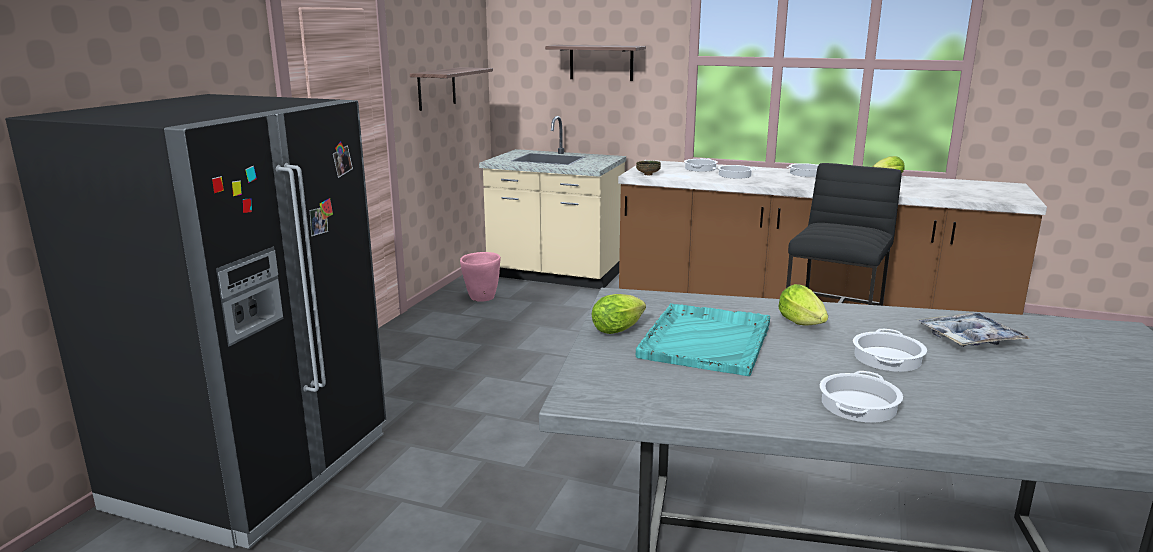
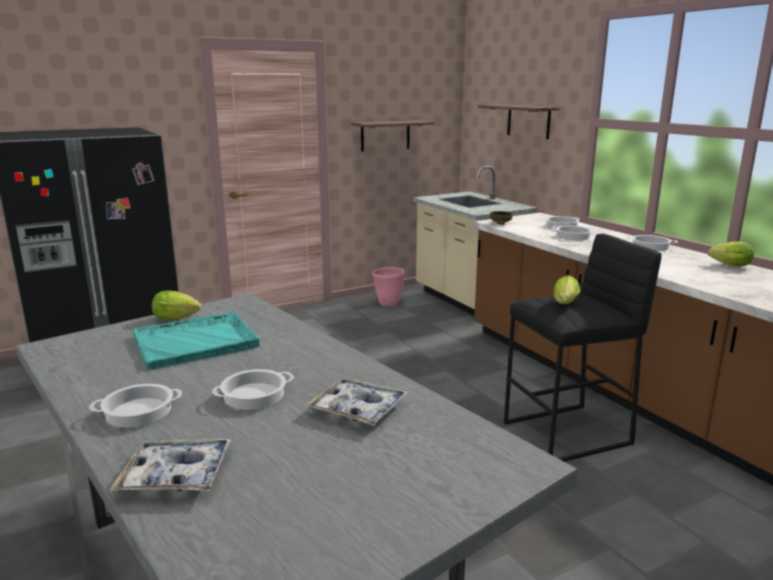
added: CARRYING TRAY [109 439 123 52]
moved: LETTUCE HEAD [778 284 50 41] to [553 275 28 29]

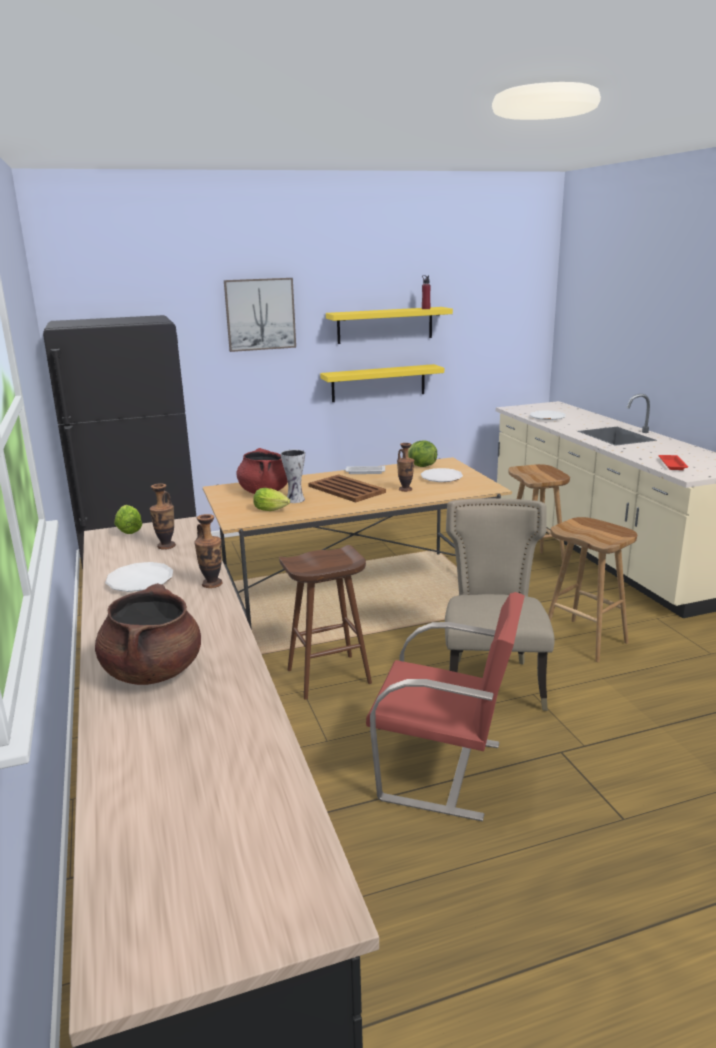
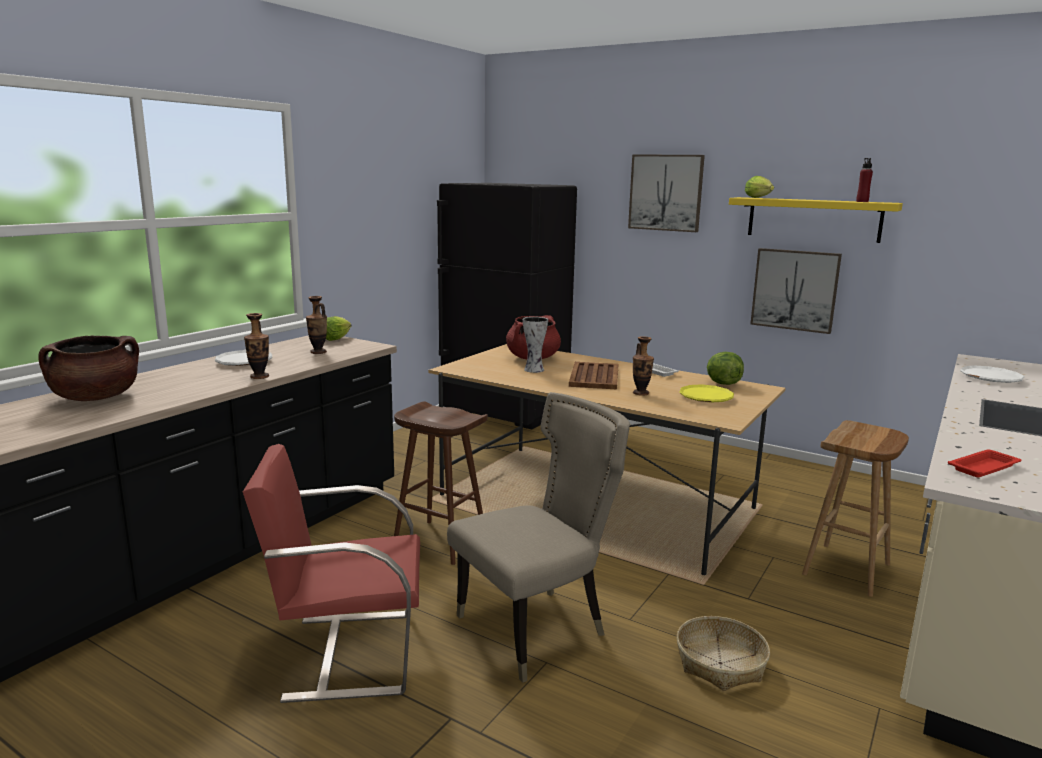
moved: LETTUCE HEAD [253 488 37 23] to [745 176 29 22]
replaced: YELLOWISH WALL SHELF [320 364 124 38] to PICTURE [750 248 92 86]; BROWNISH STOOL SEAT [548 517 89 145] to HOUSEHOLD BASKET [676 616 94 75]
recoloured: WHITE FLAT DISH [421 468 42 14] to YELLOWISH FLAT DISH [679 384 55 18]
turned: REDDISH UPRIGHT CHAIR [366 592 159 229] = [243 444 177 259] 105 degrees clockwise

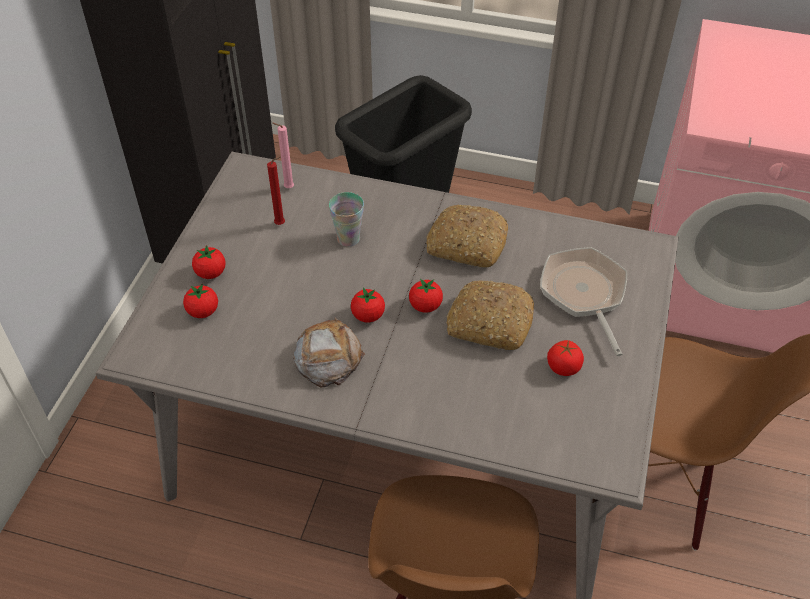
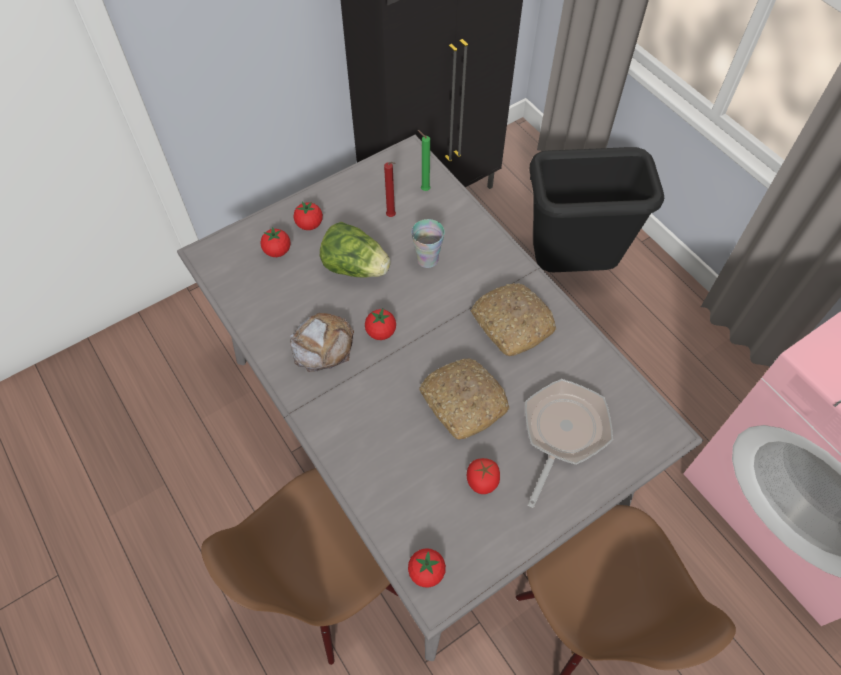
added: LETTUCE HEAD [320 222 71 55]
moved: FRESH TOMATO [409 279 34 34] to [408 548 38 40]
recoloured: PINK-COLOURED WAX CANDLE [272 123 22 65] to GREENISH WAX CANDLE [418 130 12 61]

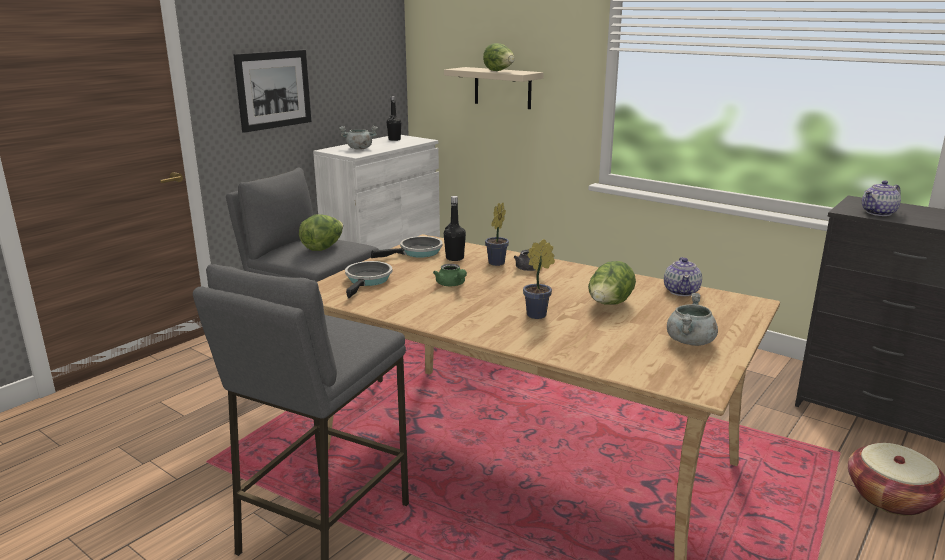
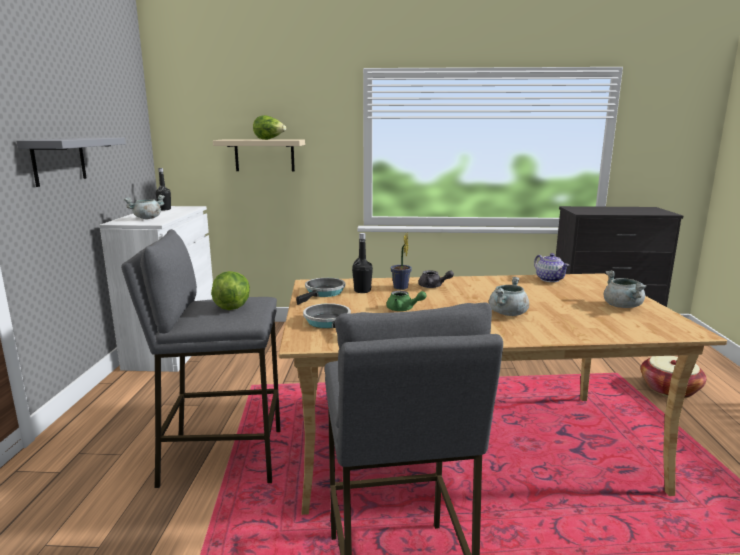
removed: LETTUCE HEAD [588 261 48 44]; POT FOR TEA [862 180 39 36]
replaced: PICTURE [233 50 79 83] to GREY WALL SHELF [16 138 110 49]; PLANT IN A POT [523 239 32 80] to GREY STOCKPOT [489 277 40 39]

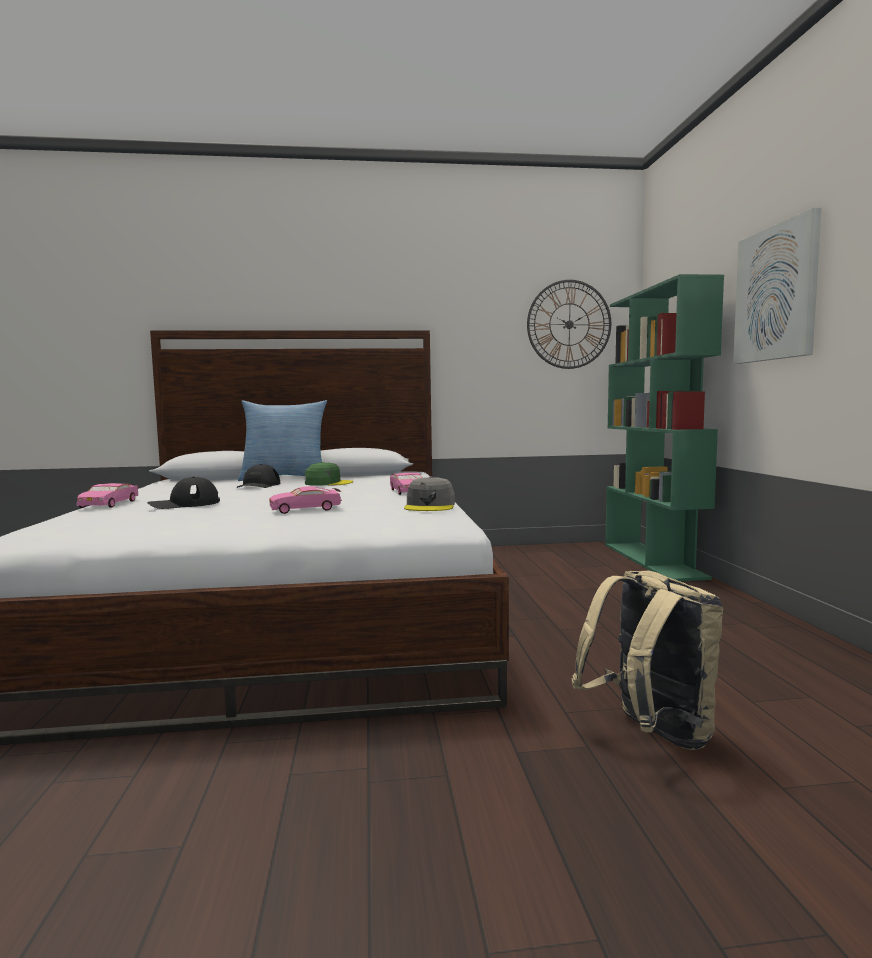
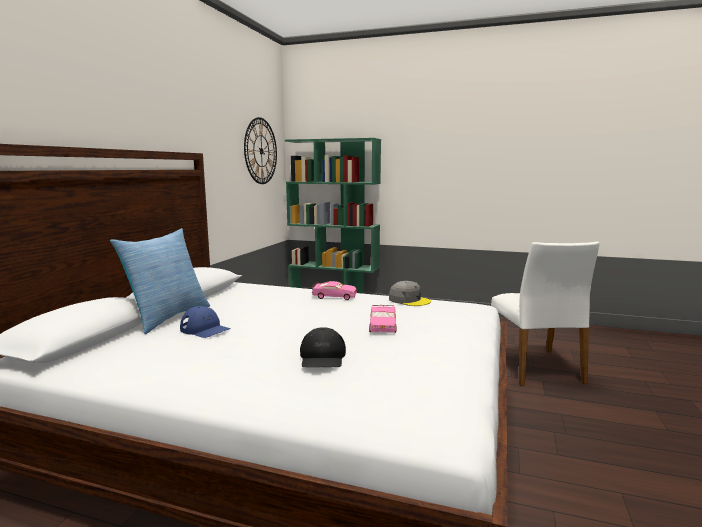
removed: PINK-COLOURED TOY CAR [77 483 61 25]; GREENISH BASEBALL CAP [305 462 48 24]; PICTURE [733 208 88 156]
replaced: BEIGE-COLOURED RUCKSACK [571 570 152 180] to WHITE UPRIGHT CHAIR [491 241 109 145]
recoloured: BLACK-COLOURED BASEBALL CAP [236 464 44 24] to BLUISH BASEBALL CAP [180 306 51 32]

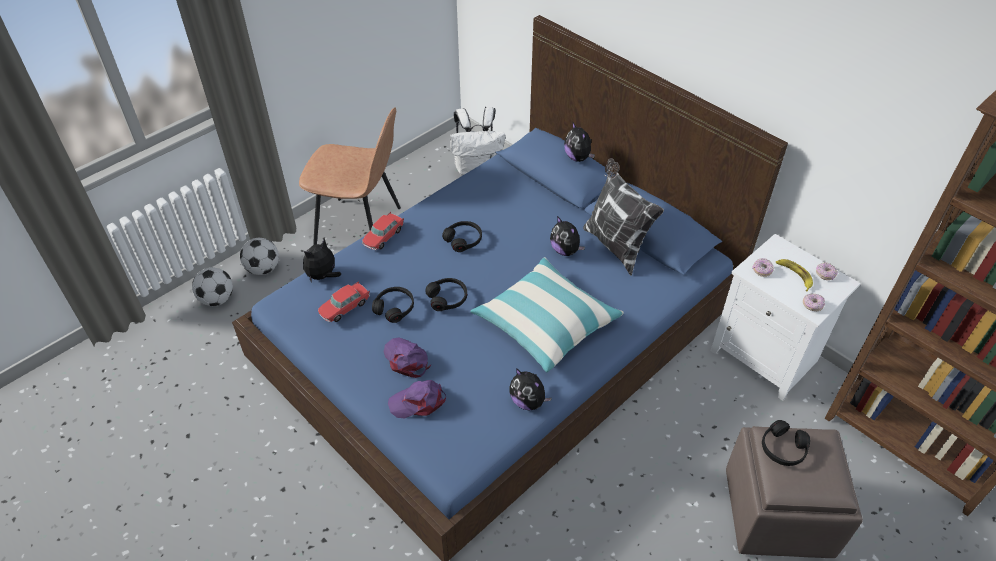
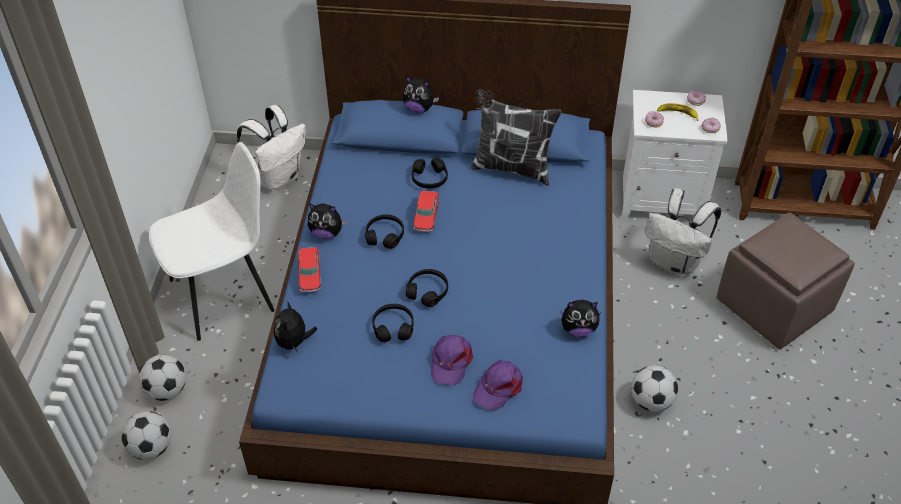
removed: PILLOW [470 257 154 116]
added: BALL FOR FOOTBALL [631 365 47 47]; WHITE RUCKSACK [645 188 76 89]
moved: TOY CAR [318 281 52 41] to [413 191 26 41]; SOFT TOY [550 216 35 40] to [308 203 39 36]; BLACK-COLOURED PAIR OF HEADPHONES [762 420 48 46] to [412 158 36 31]
recoloured: BROWNISH UPRIGHT CHAIR [299 107 102 138] to WHITE UPRIGHT CHAIR [149 142 126 199]
turned: PURPLE BASEBALL CAP [384 337 47 41] = [431 335 42 50] 90 degrees counterclockwise

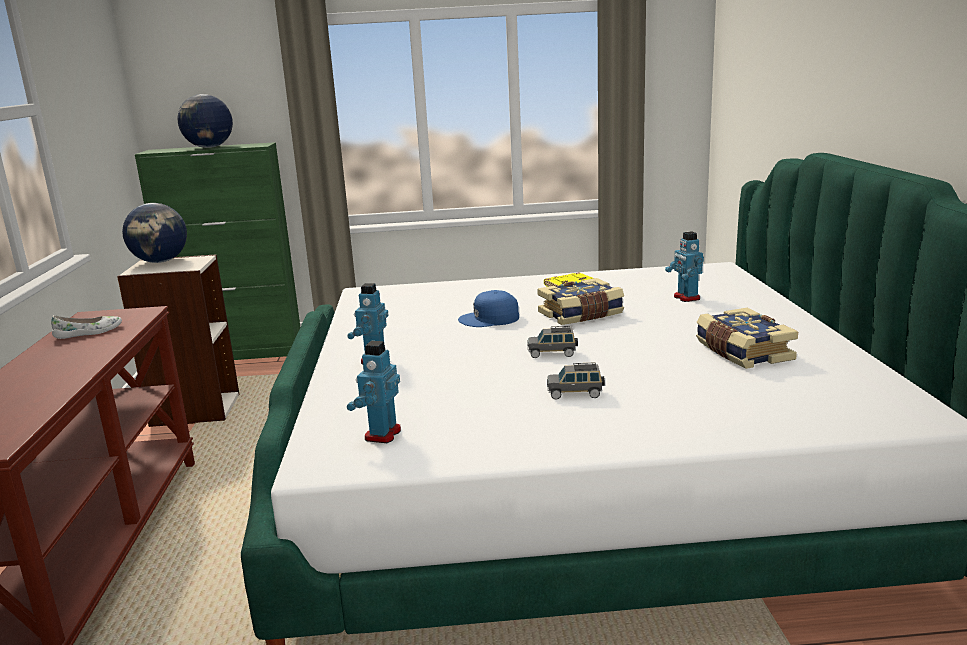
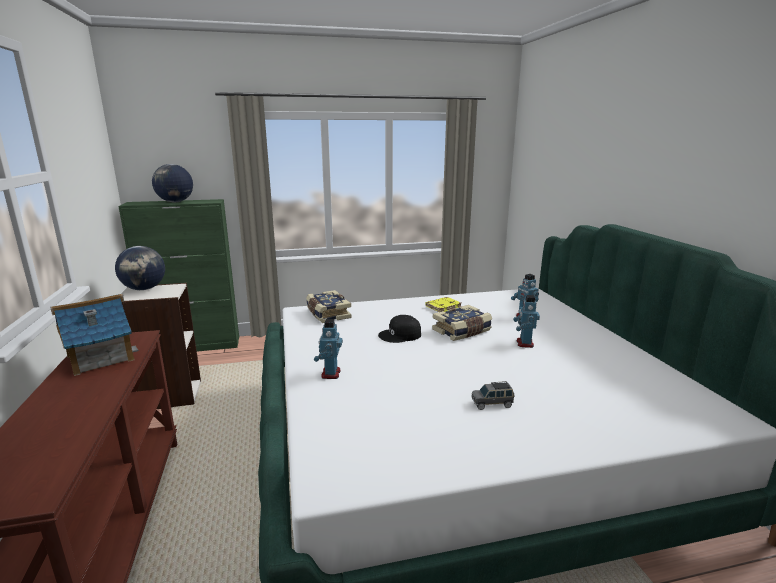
removed: GREY TOY CAR [527 326 51 32]
moved: TOY ROBOT [347 341 54 102] to [513 295 27 53]; VOLUME [696 308 102 61] to [306 290 46 33]
replaced: WHITE SHOE [51 315 71 24] to TOY HOUSE [50 294 89 82]
recoloured: BLUISH BASEBALL CAP [458 290 61 37] to BLACK-COLOURED BASEBALL CAP [378 315 43 28]

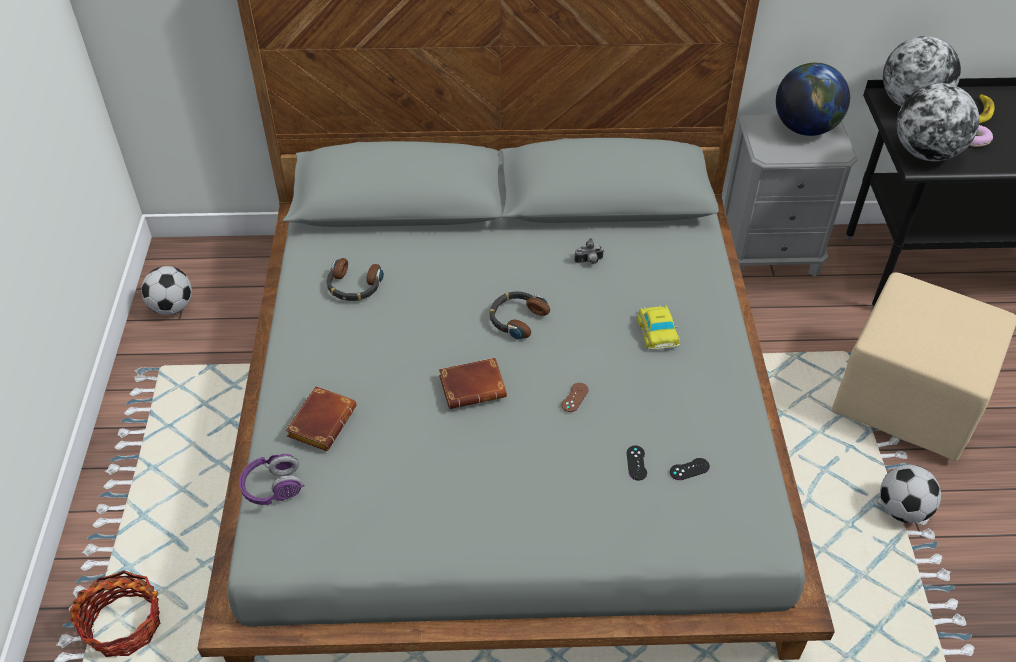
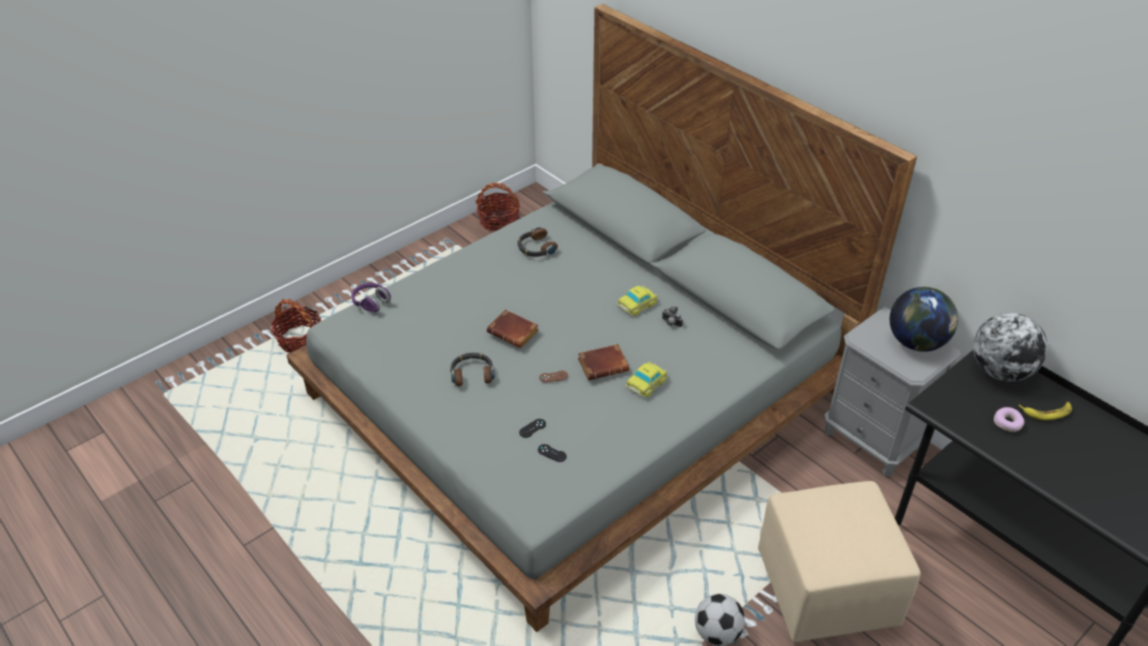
removed: GLOBE [897 83 82 78]
added: TOY CAR [617 286 41 30]
moved: BROWNISH VOLUME [286 386 71 65] to [578 344 51 37]; PAIR OF HEADPHONES [489 291 61 48] to [450 353 45 33]
replaced: BALL FOR FOOTBALL [141 266 51 49] to HOUSEHOLD BASKET [475 183 45 49]

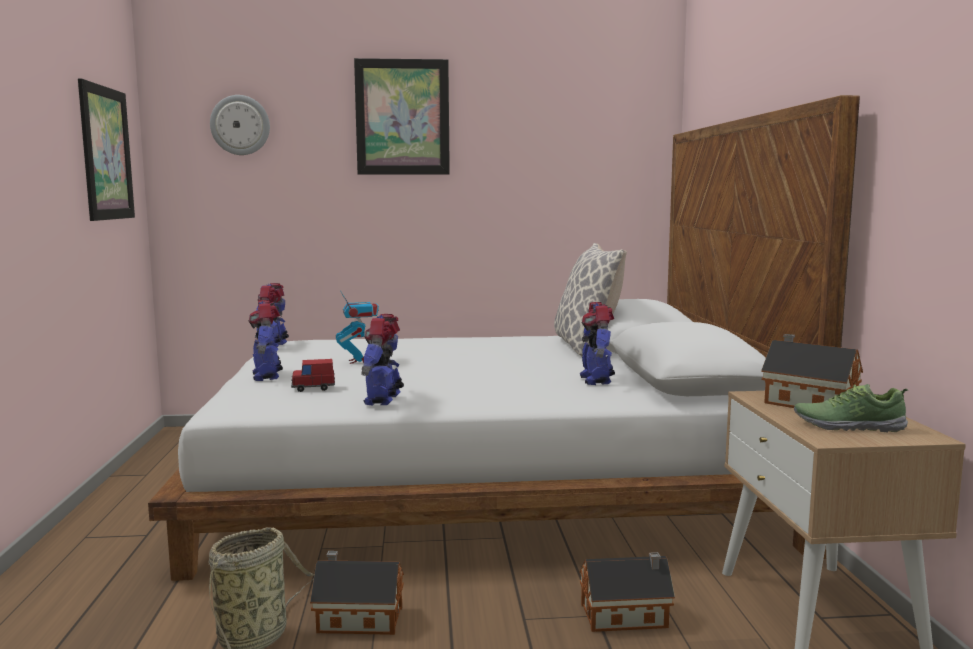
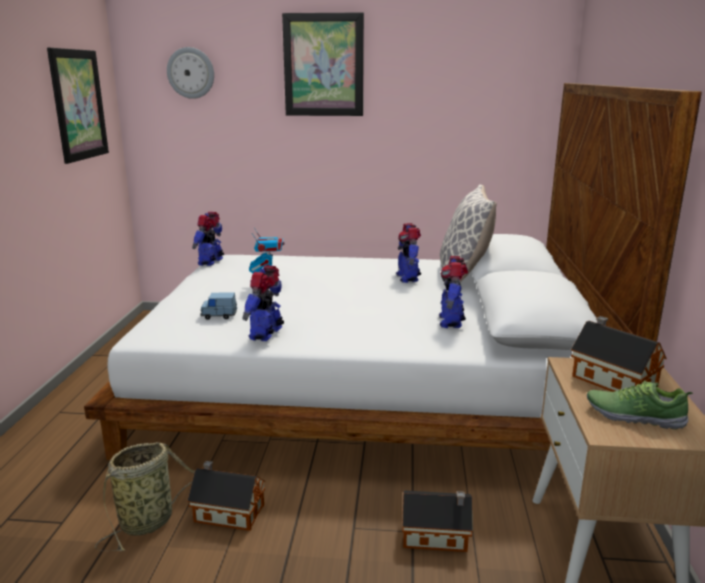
moved: TOY ROBOT [248 300 35 81] to [396 223 25 60]
recoloured: REDDISH TOY CAR [291 359 44 33] to BLUISH TOY CAR [200 292 37 28]

